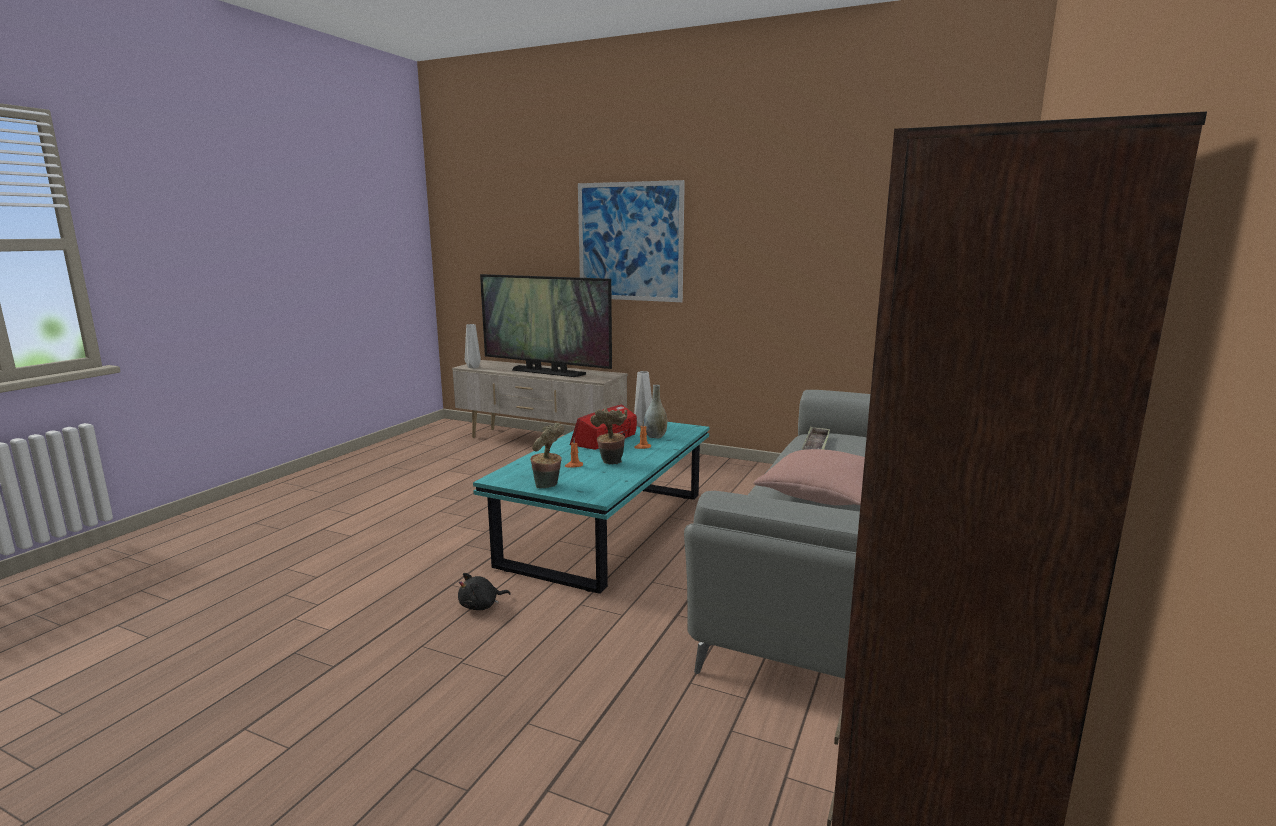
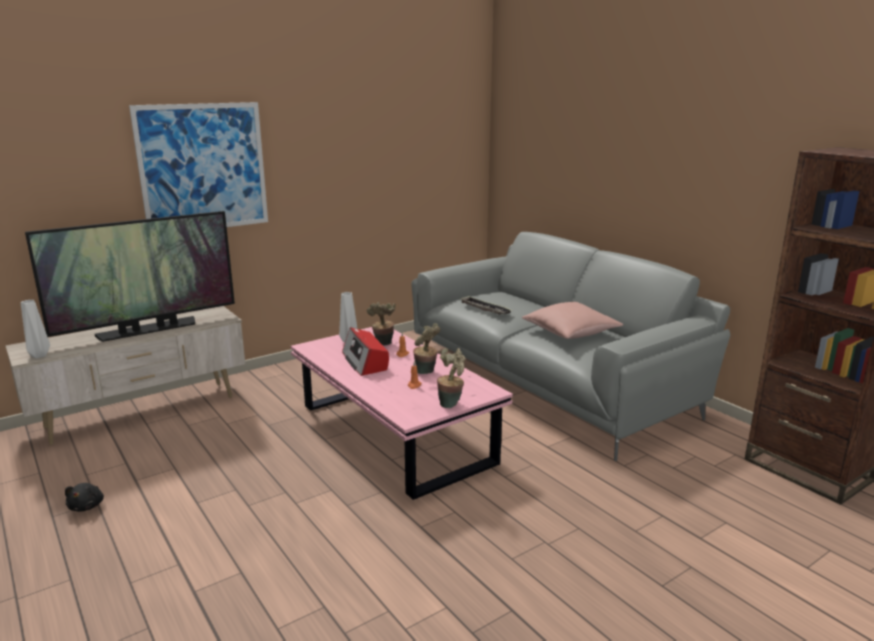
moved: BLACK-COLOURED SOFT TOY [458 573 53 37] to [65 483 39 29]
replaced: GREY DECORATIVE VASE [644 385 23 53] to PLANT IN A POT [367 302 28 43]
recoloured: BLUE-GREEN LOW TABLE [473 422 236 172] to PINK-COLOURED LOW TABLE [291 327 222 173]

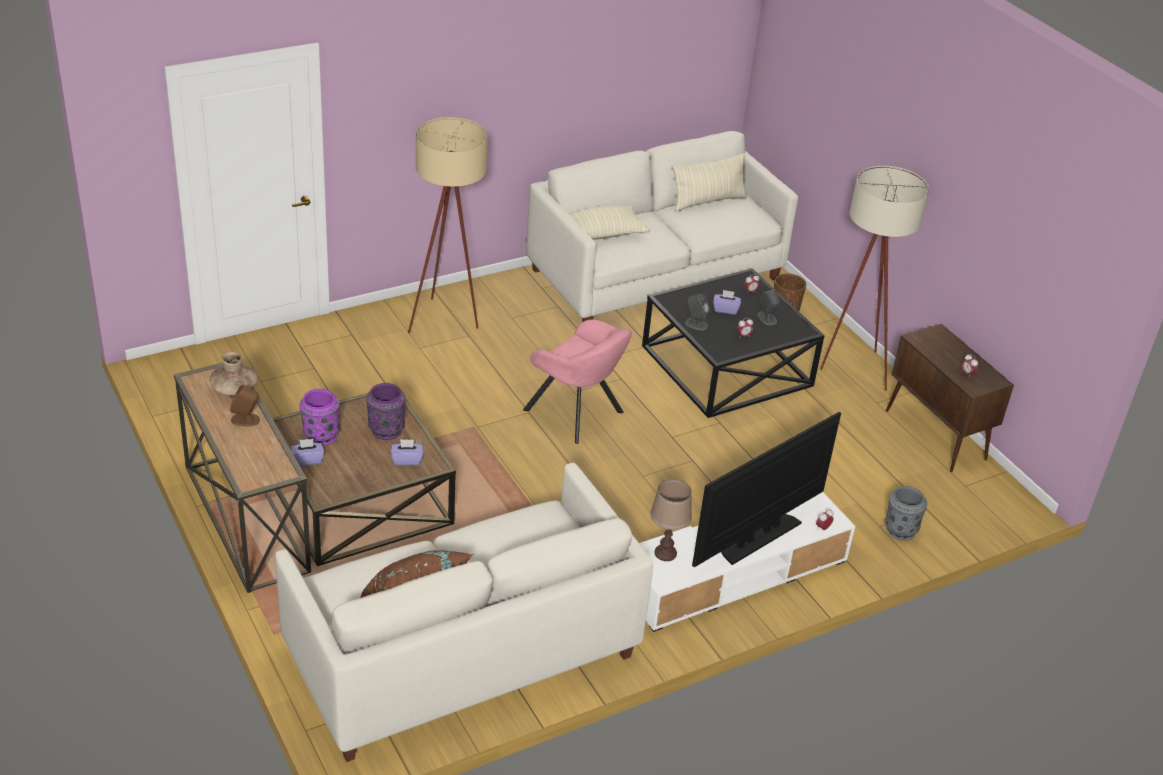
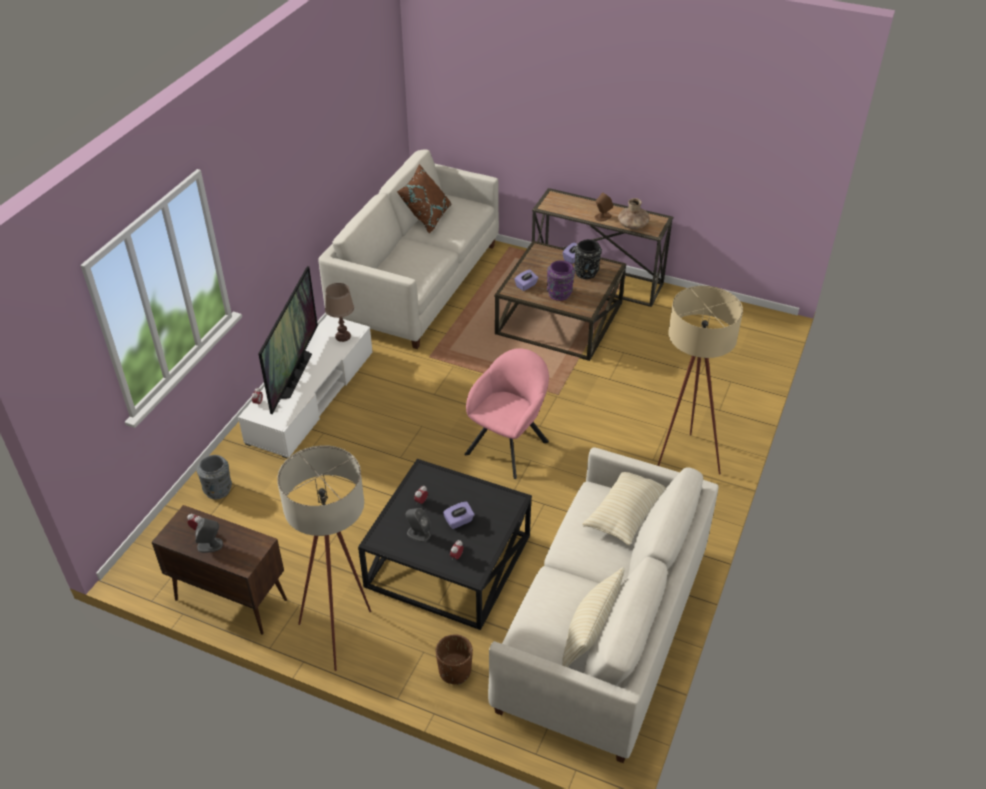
moved: GREY SPEAKER [685 294 26 37] to [195 518 28 35]
recoloured: PURPLE DECORATIVE VASE [299 389 41 57] to BLACK-COLOURED DECORATIVE VASE [574 239 28 40]
turned: PINK-COLOURED LOUNGE CHAIR [523 320 109 124] = [464 348 85 131] 120 degrees clockwise

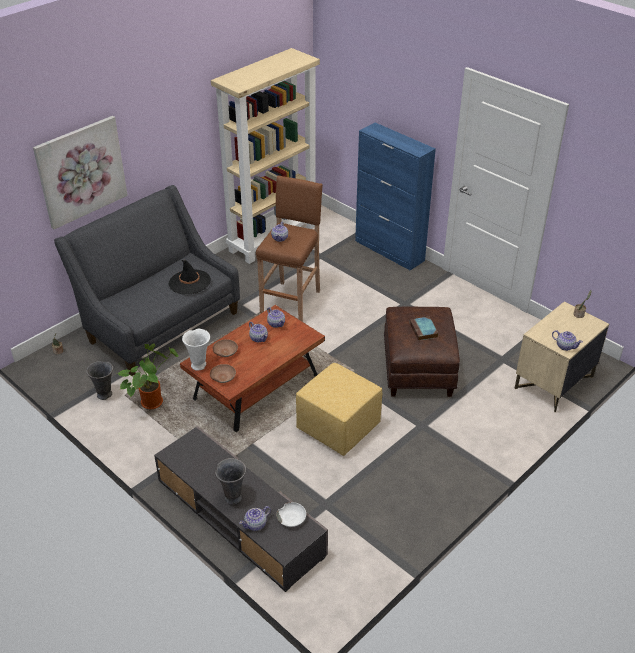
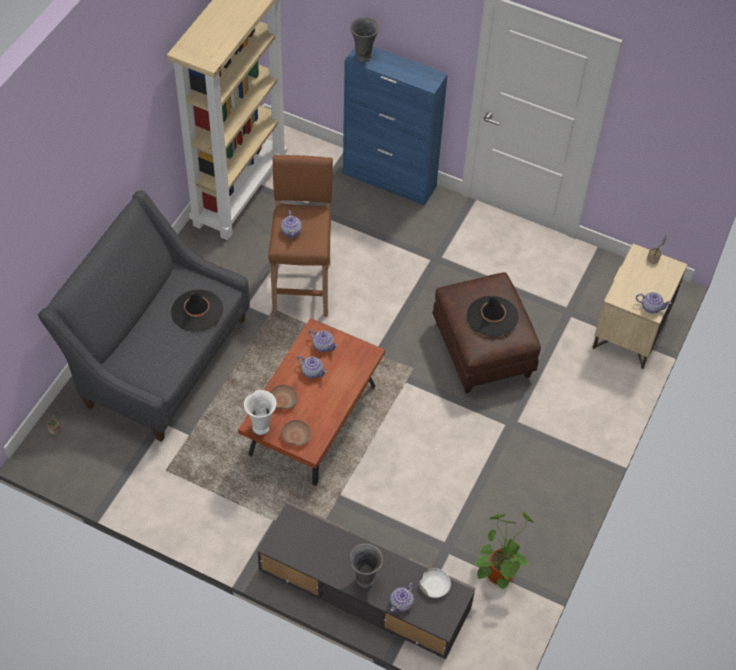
removed: PICTURE [33 116 95 113]; YELLOWISH OTTOMAN [296 363 86 93]
moved: GREY DECORATIVE VASE [86 361 27 39] to [350 17 30 45]; PLANT IN A POT [117 343 62 66] to [474 511 60 79]
replaced: VOLUME [410 317 28 24] to BLACK-COLOURED WEARABLE HAT [467 296 51 41]

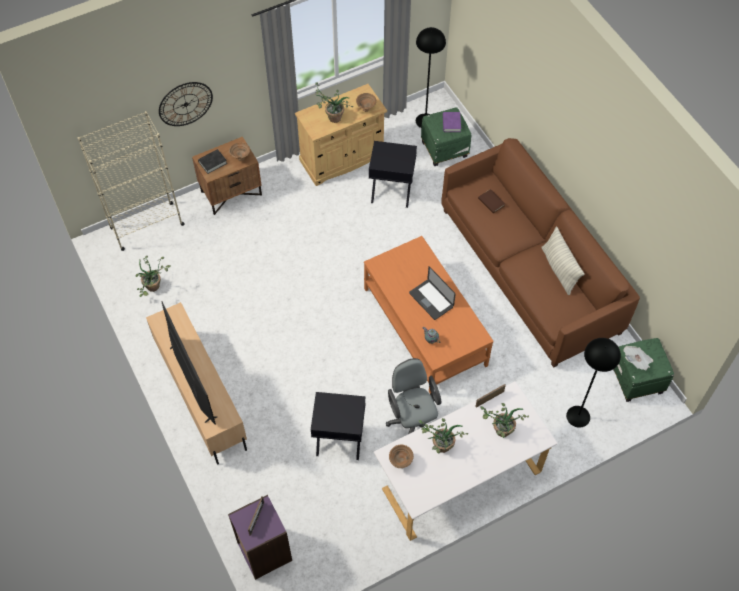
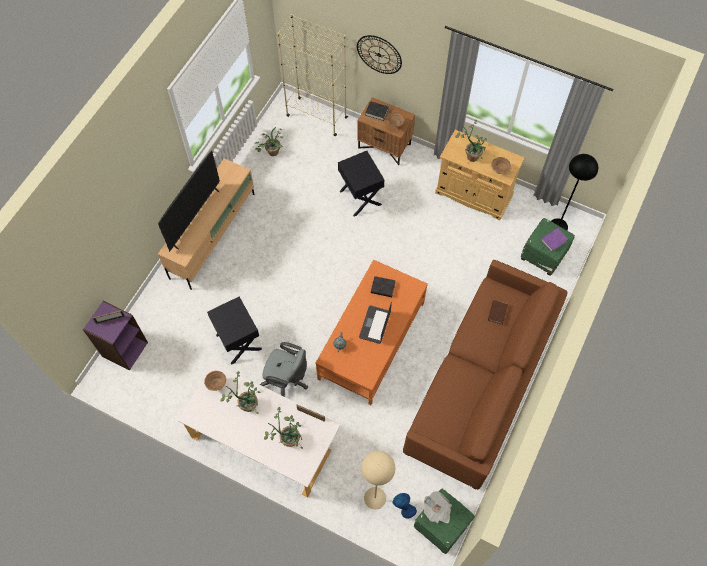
removed: PILLOW [541 226 44 69]
added: BLACK-COLOURED VOLUME [371 276 25 21]; BLUISH DECORATIVE VASE [392 493 25 26]
moved: BLACK-COLOURED END TABLE [369 141 48 67] to [338 151 47 65]
recoloured: BLACK-COLOURED STANDARD LAMP [566 338 55 90] to BEIGE-COLOURED STANDARD LAMP [361 451 34 58]
turned: GREY DESK CHAIR [386 358 55 76] = [260 342 48 55] 75 degrees clockwise

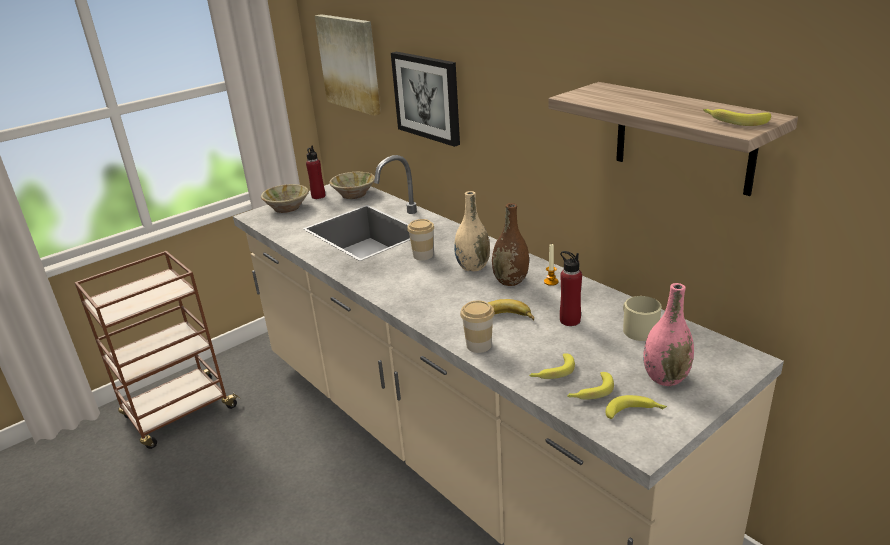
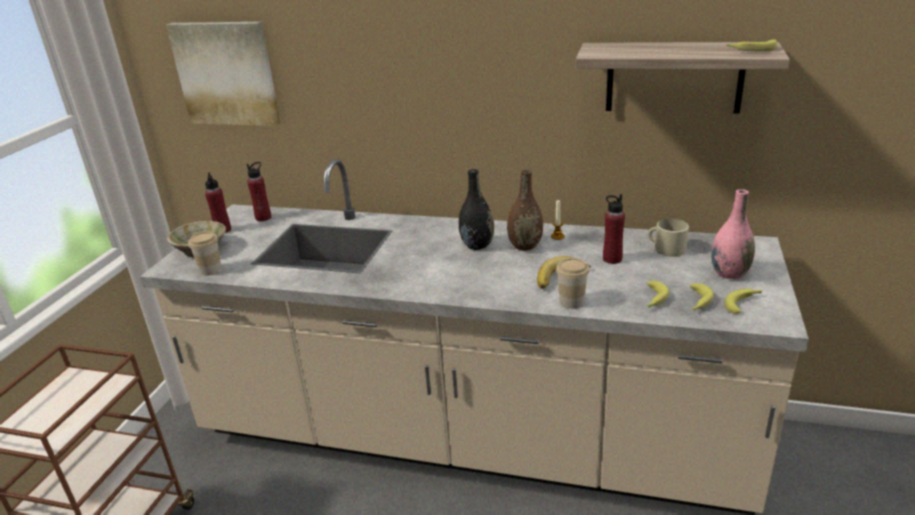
removed: PICTURE [391 52 69 95]
moved: DRINKING CUP [407 219 27 41] to [188 232 34 44]
replaced: BEIGE-COLOURED BOWL [329 172 46 27] to REDDISH BEVERAGE BOTTLE [247 162 24 60]
recoloured: BEIGE-COLOURED DECORATIVE VASE [454 191 36 80] to BLACK-COLOURED DECORATIVE VASE [459 169 35 81]

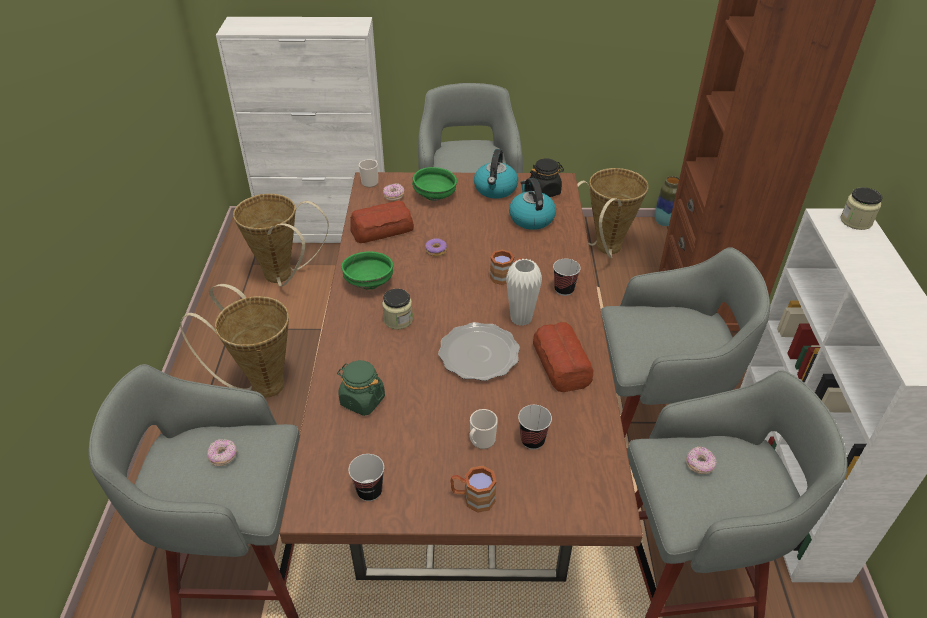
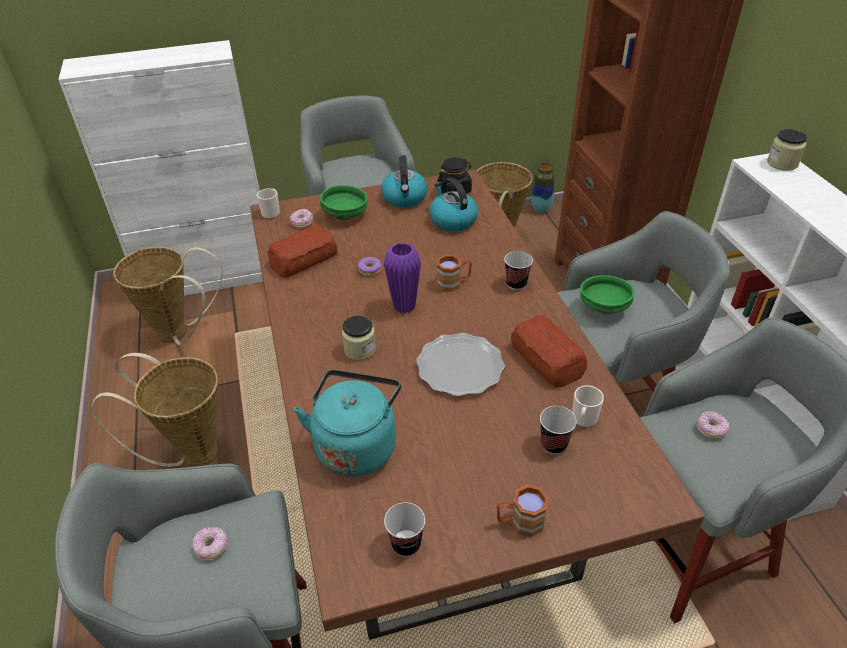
removed: WHITE DECORATIVE VASE [506 259 36 67]
added: PURPLE DECORATIVE VASE [384 242 37 71]
moved: GREENISH BOWL [341 251 52 39] to [580 275 54 39]; MUG [469 409 29 40] to [572 385 32 42]
replaced: GREENISH PRESERVE JAR [337 360 48 56] to BLUE-GREEN TEA KETTLE [294 370 107 107]

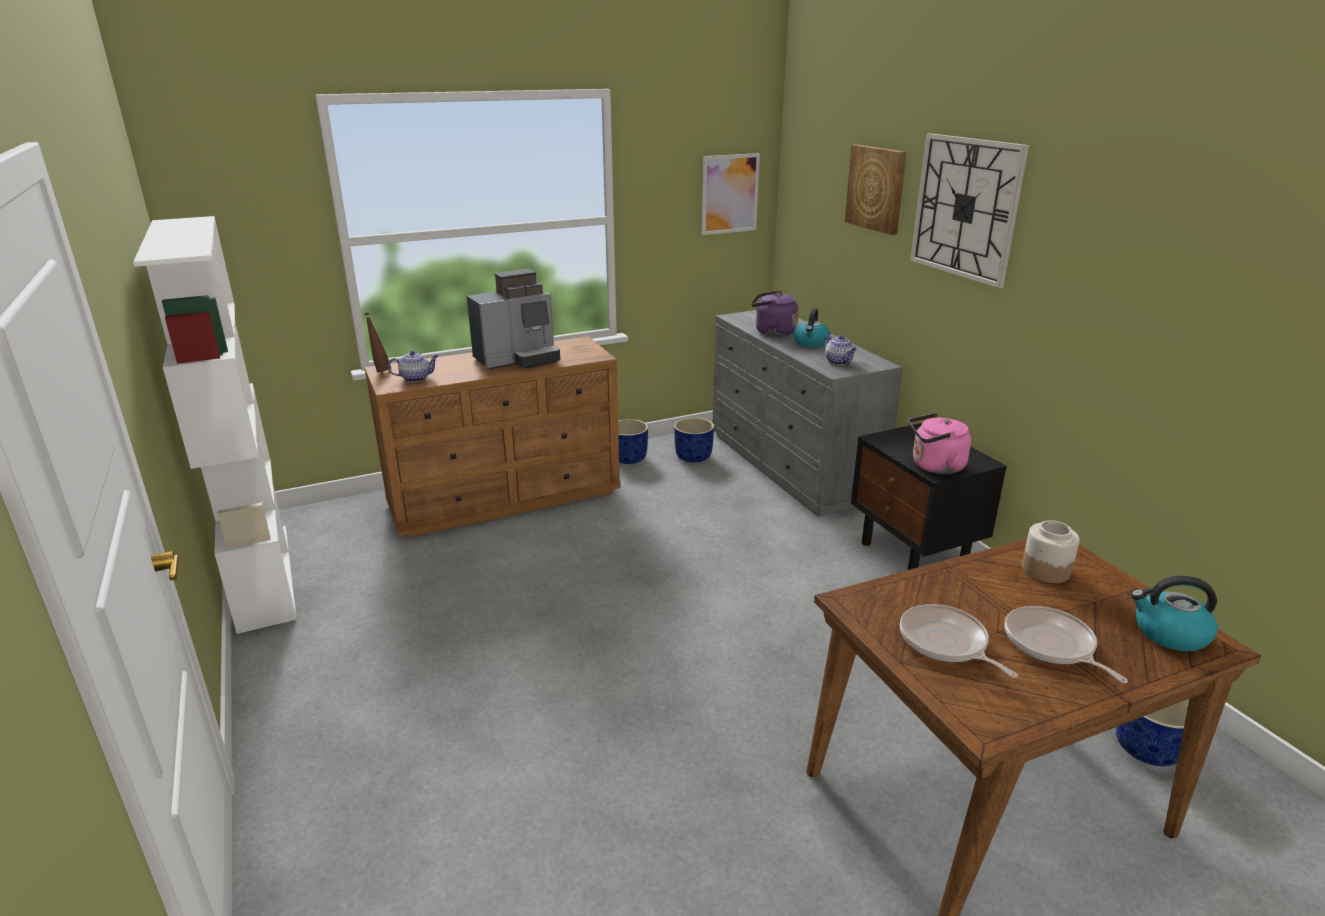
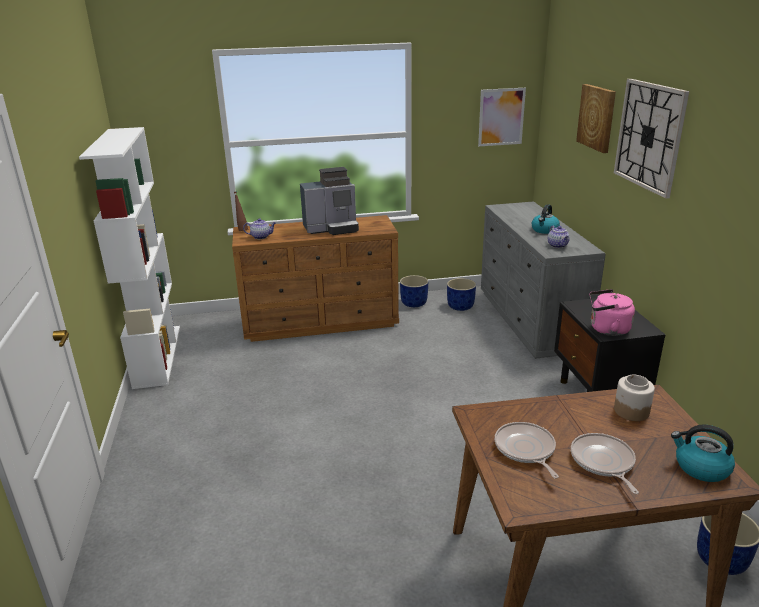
removed: PURPLE TEA KETTLE [751 291 48 46]

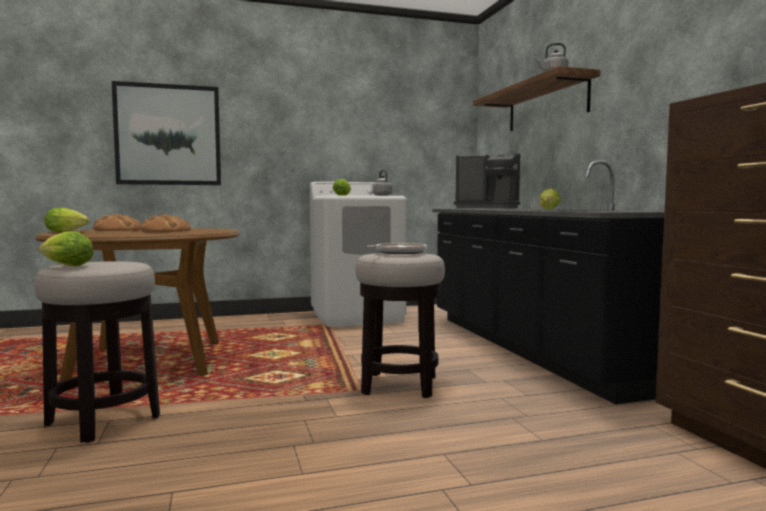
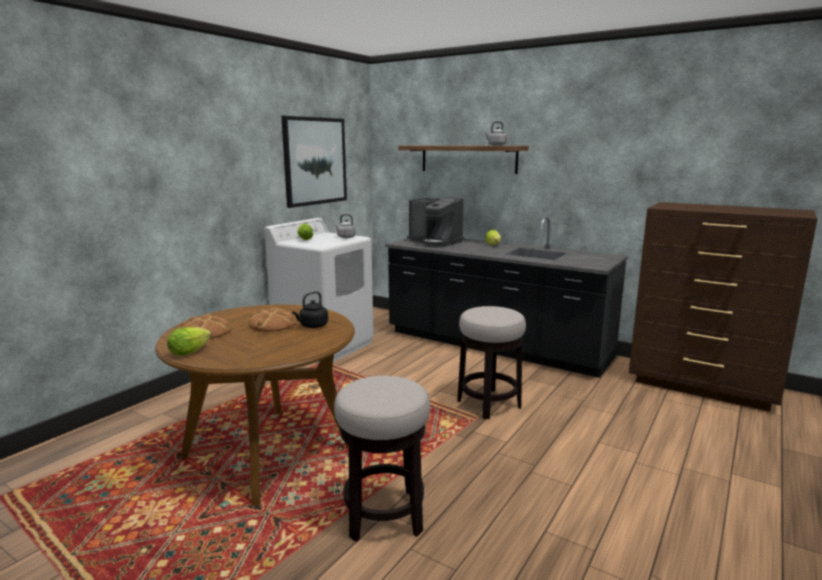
removed: LETTUCE HEAD [39 231 55 35]; SKILLET [367 243 60 11]
added: BLACK-COLOURED TEA KETTLE [292 291 36 37]
moved: PICTURE [112 81 109 104] to [281 116 66 92]
turned: COFFEE MACHINE [454 153 66 56] = [407 197 57 50] 60 degrees clockwise

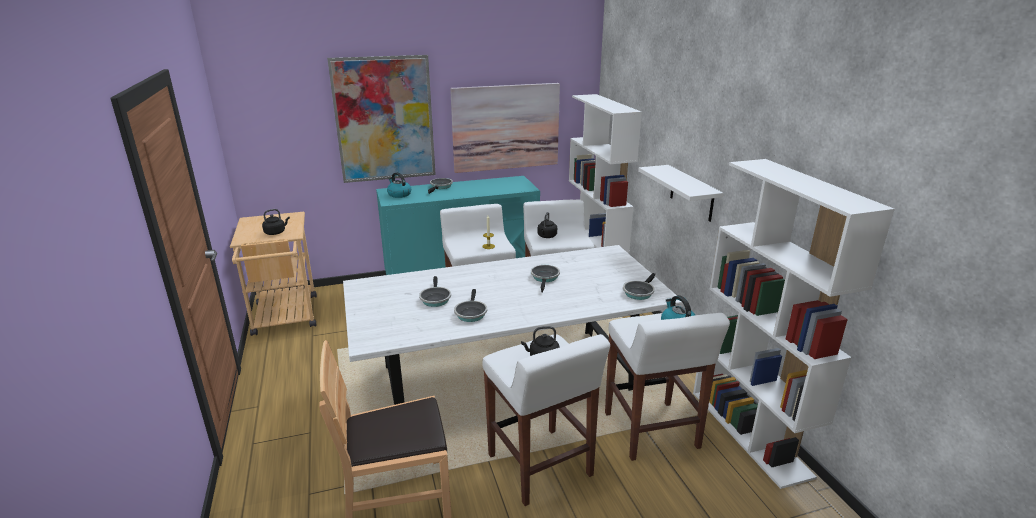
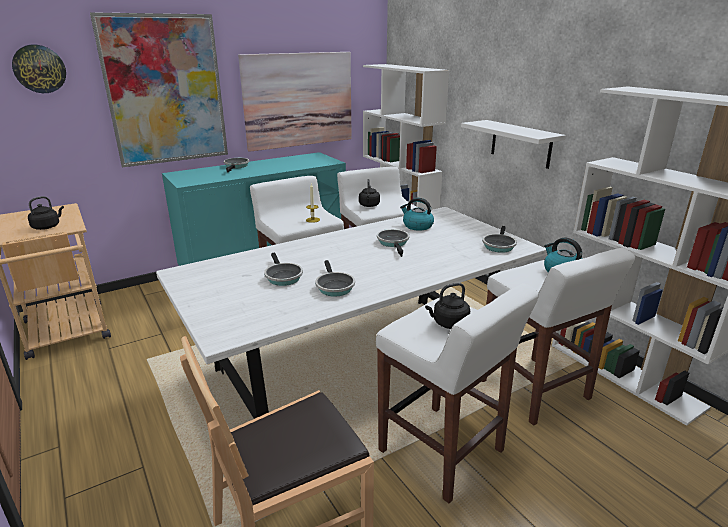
added: HANGING CLOCK [12 45 54 48]
moved: TEA KETTLE [387 172 24 26] to [400 198 34 33]

